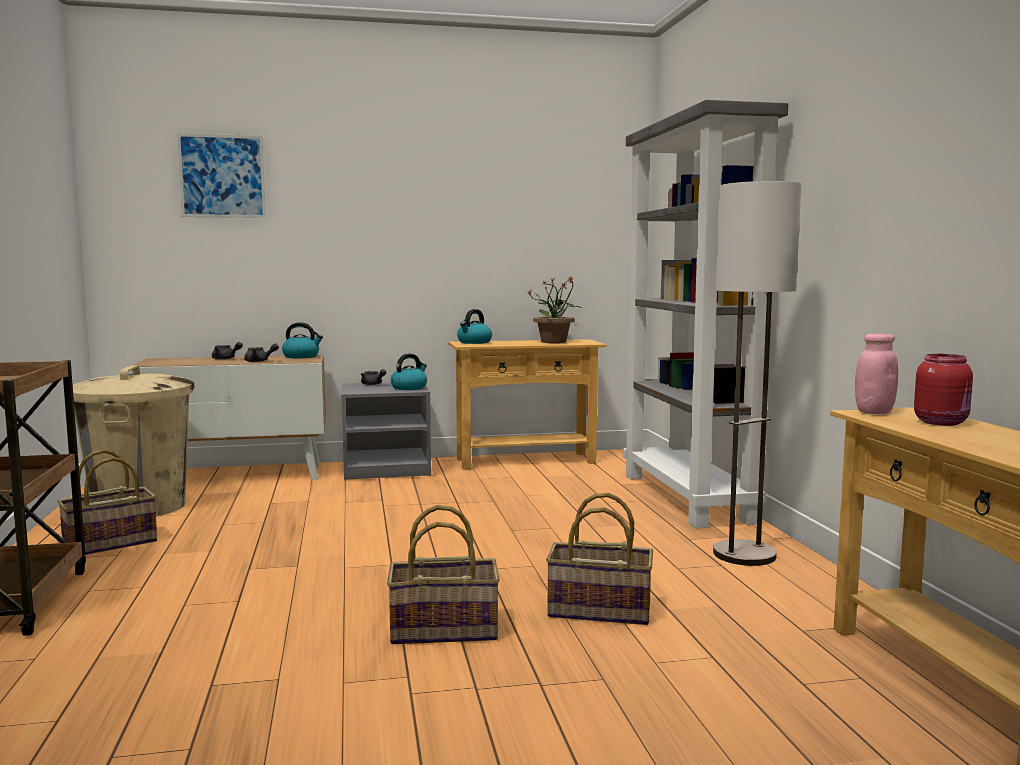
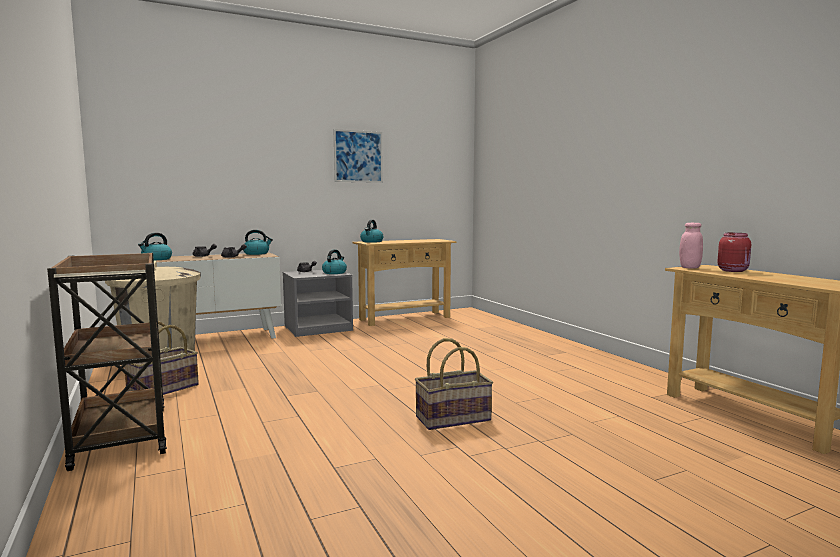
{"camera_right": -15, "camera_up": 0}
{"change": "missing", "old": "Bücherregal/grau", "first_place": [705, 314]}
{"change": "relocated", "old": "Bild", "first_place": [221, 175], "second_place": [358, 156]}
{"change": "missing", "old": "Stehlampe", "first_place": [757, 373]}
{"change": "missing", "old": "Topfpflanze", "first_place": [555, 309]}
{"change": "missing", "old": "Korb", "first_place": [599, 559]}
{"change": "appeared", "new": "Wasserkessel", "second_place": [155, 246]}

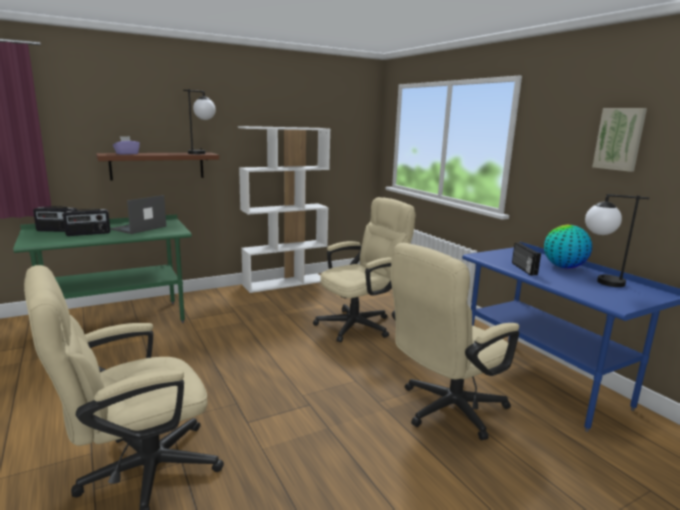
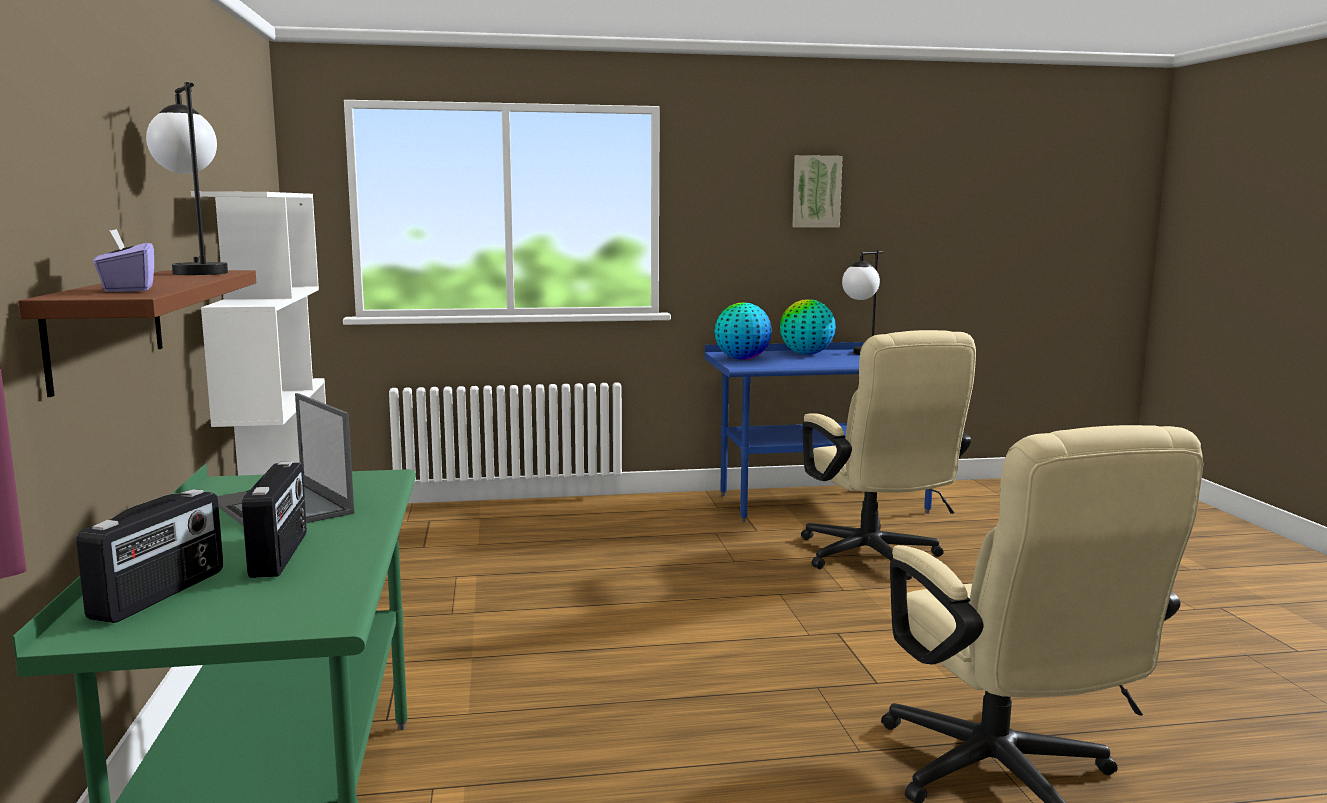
{"camera_right": -70, "camera_up": -5}
{"change": "missing", "old": "Bürostuhl/beige", "first_place": [364, 270]}
{"change": "missing", "old": "Radio", "first_place": [526, 259]}
{"change": "appeared", "new": "Globus", "second_place": [743, 331]}

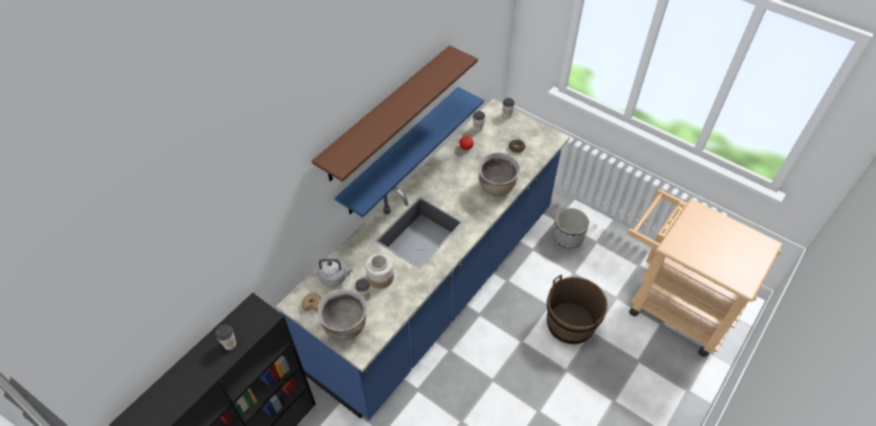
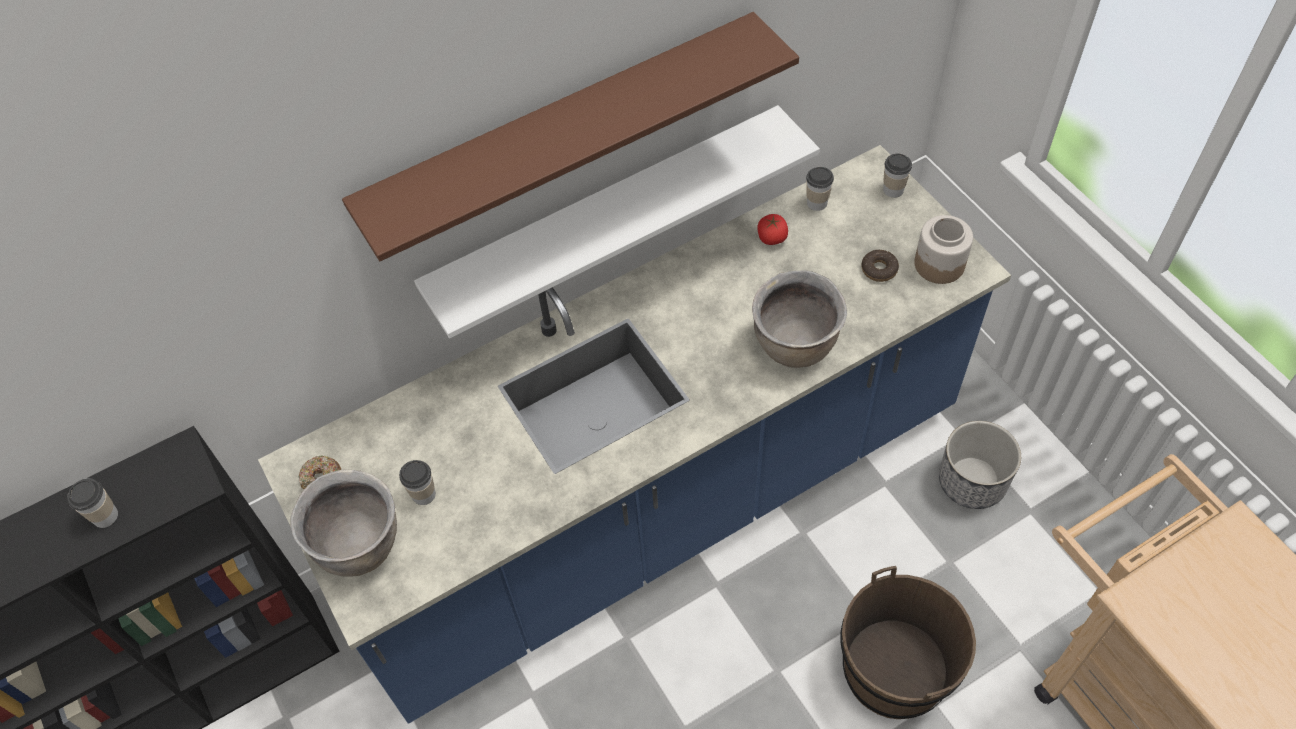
{"camera_right": 25, "camera_up": 5}
{"change": "colour", "old": "Wandregal/blau", "new": "Wandregal/weiß", "first_place": [409, 152], "second_place": [617, 221]}
{"change": "relocated", "old": "Vorratsglas", "first_place": [380, 271], "second_place": [944, 249]}
{"change": "missing", "old": "Wasserkessel/grau", "first_place": [335, 272]}

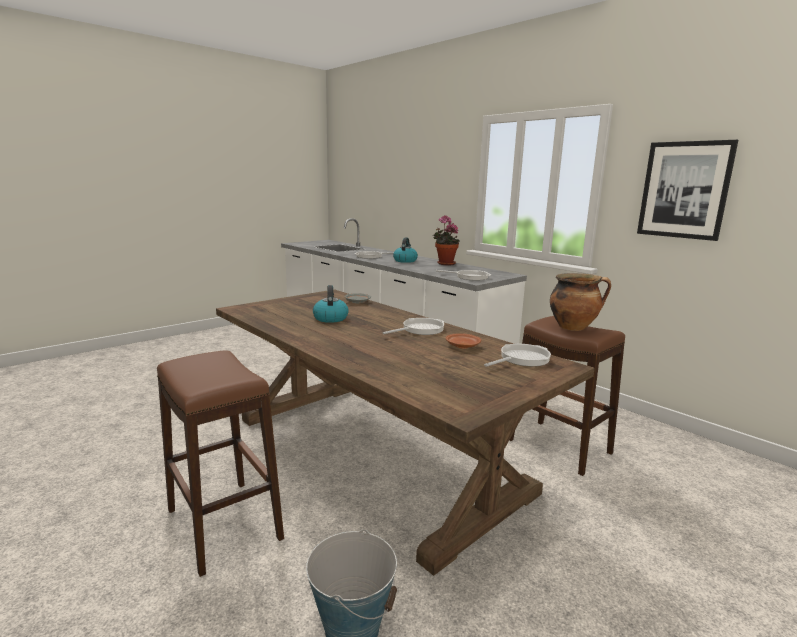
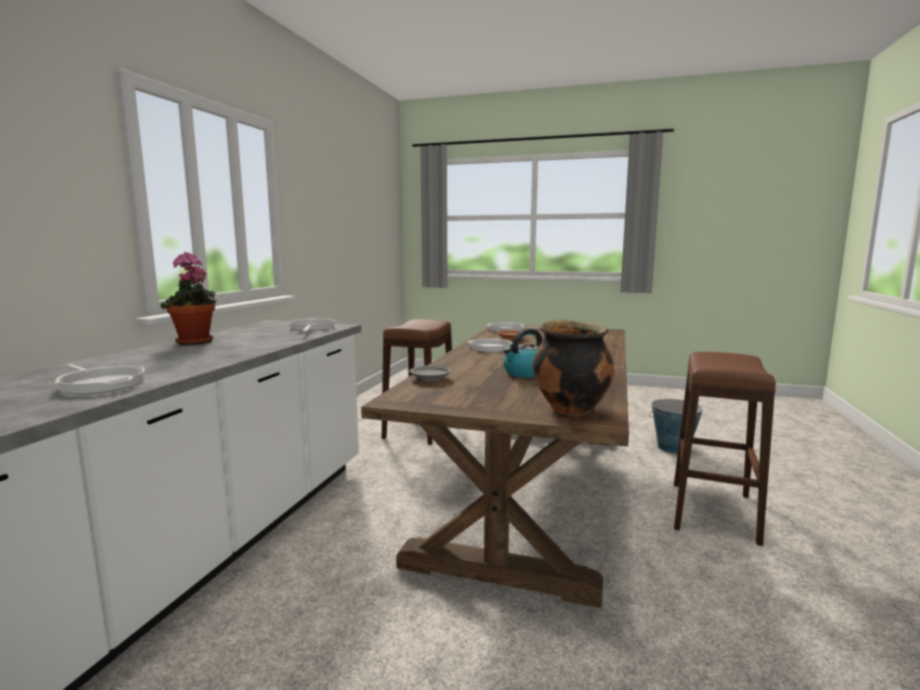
{"camera_right": -120, "camera_up": -5}
{"change": "missing", "old": "Bild", "first_place": [687, 190]}
{"change": "missing", "old": "Wasserkessel", "first_place": [405, 250]}
{"change": "relocated", "old": "Kochtopf", "first_place": [580, 302], "second_place": [573, 367]}

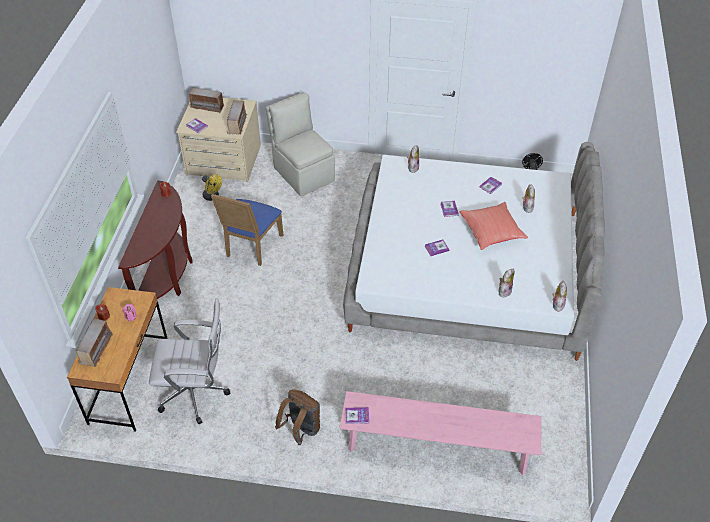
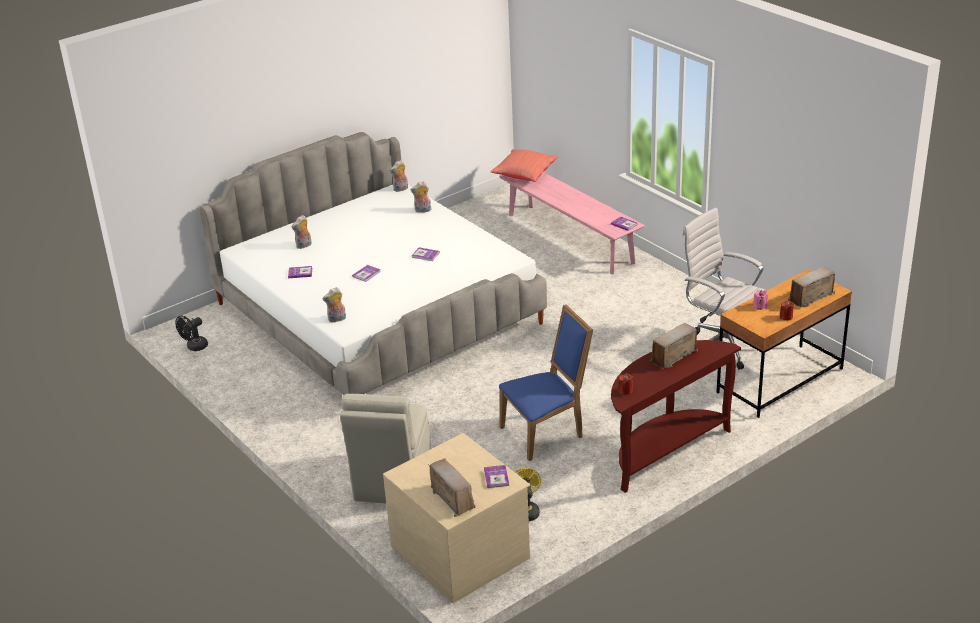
{"camera_right": -135, "camera_up": -15}
{"change": "relocated", "old": "Radio", "first_place": [237, 117], "second_place": [674, 346]}
{"change": "relocated", "old": "Kissen/rot", "first_place": [494, 226], "second_place": [524, 165]}
{"change": "missing", "old": "Rucksack/braun", "first_place": [297, 417]}

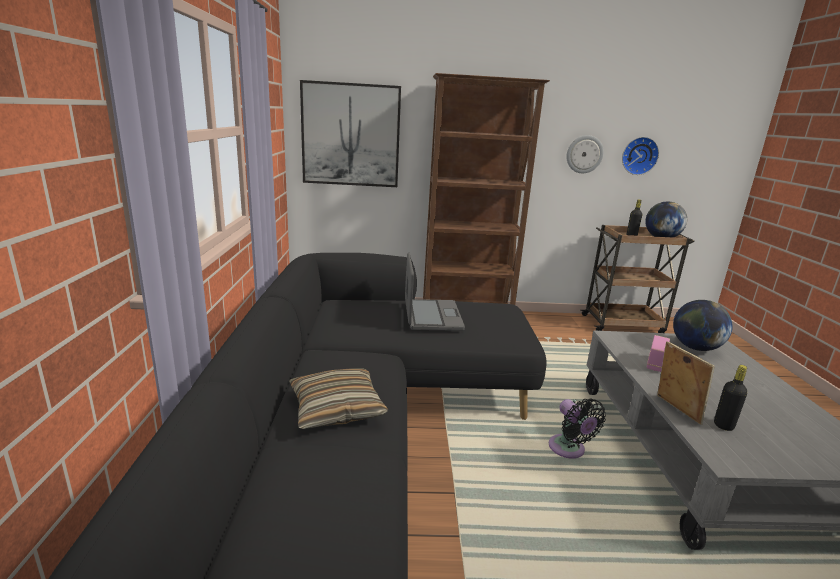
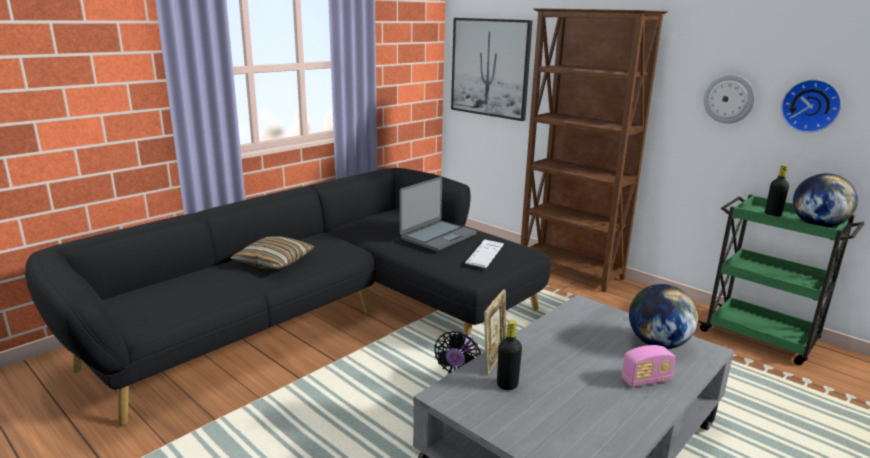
{"camera_right": 45, "camera_up": 0}
{"change": "colour", "old": "Rollwagen/braun", "new": "Rollwagen/grün", "first_place": [637, 279], "second_place": [781, 280]}
{"change": "relocated", "old": "Radio", "first_place": [658, 353], "second_place": [648, 366]}
{"change": "appeared", "new": "Tastatur", "second_place": [484, 253]}

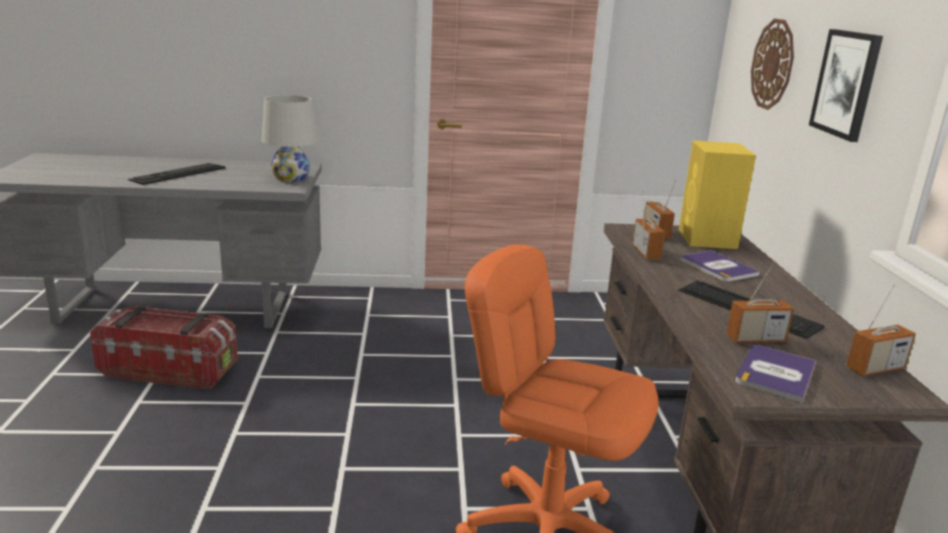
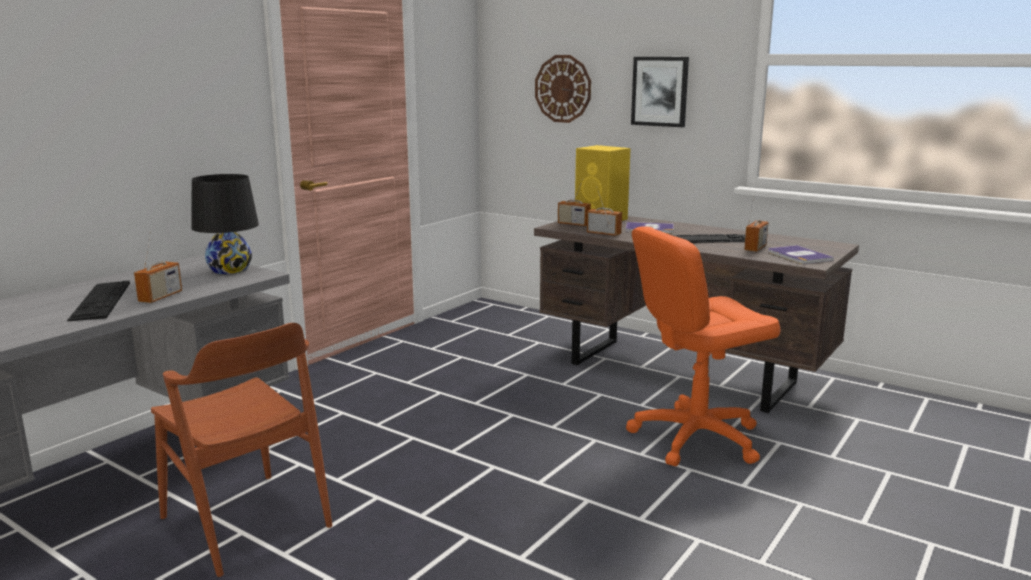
{"camera_right": -50, "camera_up": -5}
{"change": "colour", "old": "Tischlampe/weiß", "new": "Tischlampe/schwarz", "first_place": [289, 138], "second_place": [225, 224]}
{"change": "relocated", "old": "Radio", "first_place": [881, 330], "second_place": [158, 267]}
{"change": "exchanged", "old": "Aufbewahrungsbox", "new": "Stuhl/braun", "first_place": [164, 348], "second_place": [241, 450]}

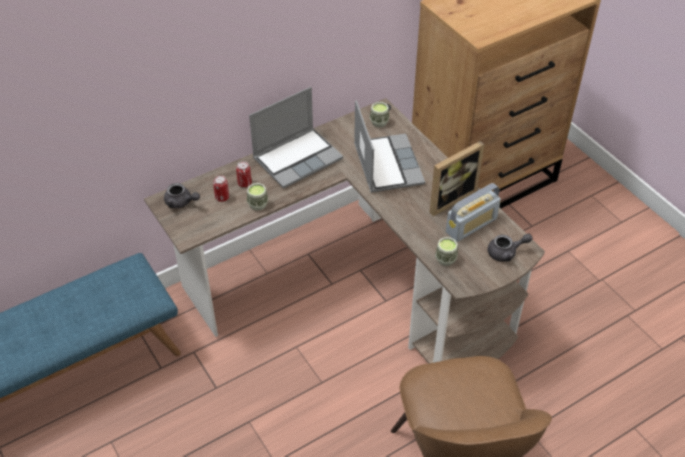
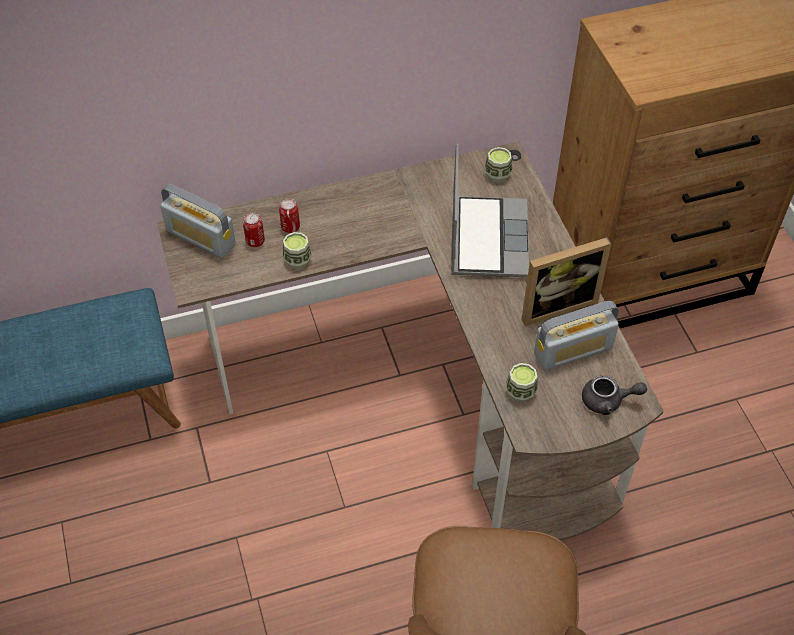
{"camera_right": 15, "camera_up": 5}
{"change": "missing", "old": "Laptop", "first_place": [296, 138]}
{"change": "exchanged", "old": "Teekanne/grau", "new": "Radio", "first_place": [182, 195], "second_place": [198, 221]}

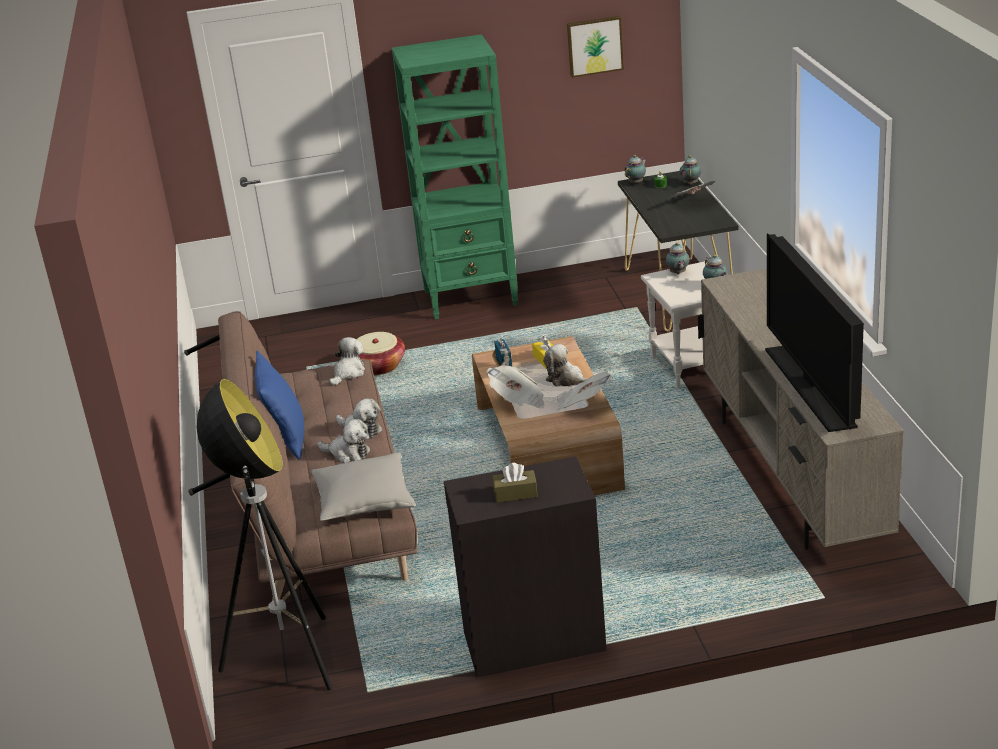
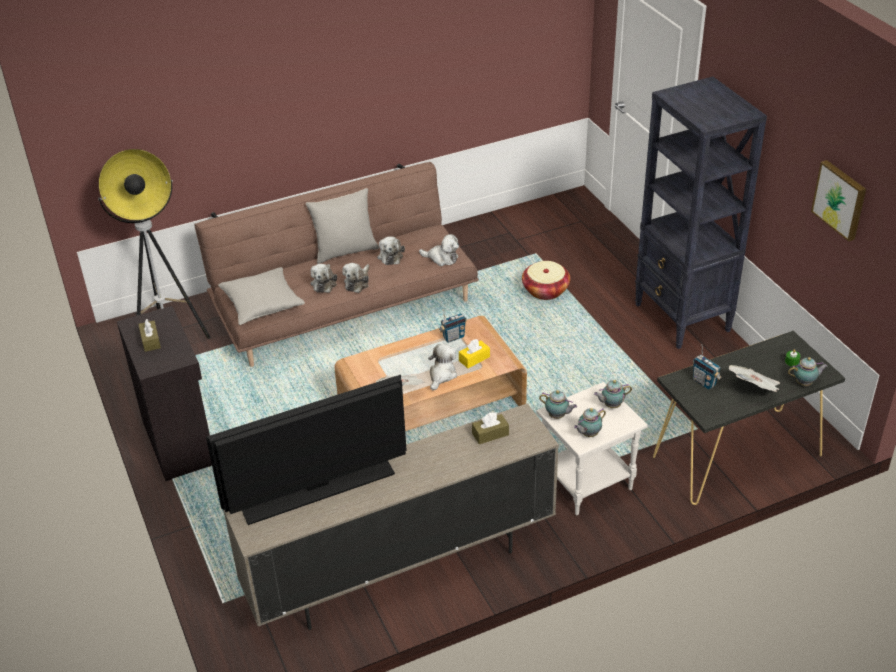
{"camera_right": 75, "camera_up": 10}
{"change": "colour", "old": "Bücherregal/grün", "new": "Bücherregal/schwarz", "first_place": [455, 176], "second_place": [701, 213]}
{"change": "relocated", "old": "Teekanne", "first_place": [635, 169], "second_place": [558, 404]}
{"change": "colour", "old": "Kissen/blau", "new": "Kissen/grau", "first_place": [279, 405], "second_place": [342, 226]}
{"change": "missing", "old": "Zeitung", "first_place": [515, 387]}
{"change": "appeared", "new": "Plüschtier", "second_place": [391, 250]}
{"change": "appeared", "new": "Radio", "second_place": [707, 367]}
{"change": "appeared", "new": "Taschentuchbox/braun", "second_place": [490, 428]}

